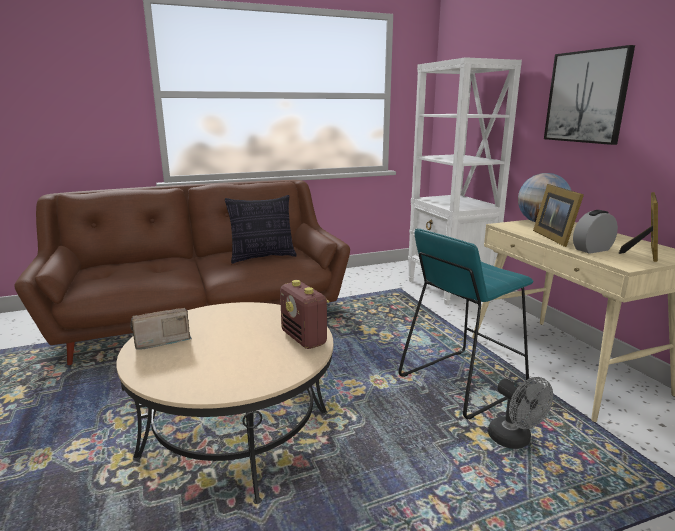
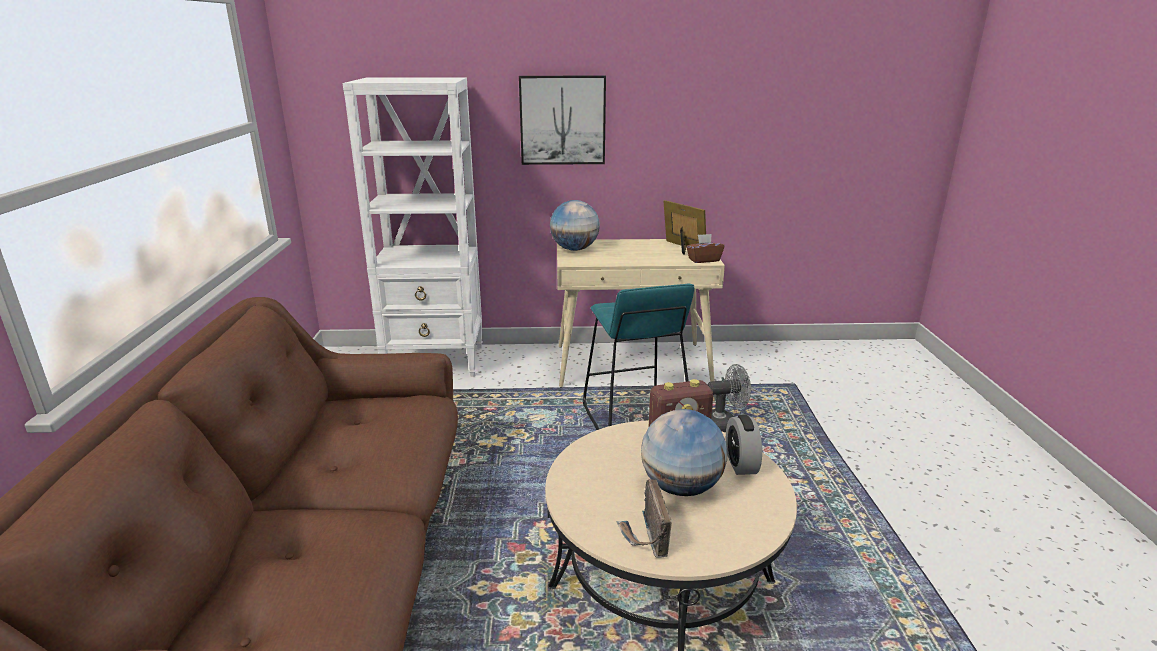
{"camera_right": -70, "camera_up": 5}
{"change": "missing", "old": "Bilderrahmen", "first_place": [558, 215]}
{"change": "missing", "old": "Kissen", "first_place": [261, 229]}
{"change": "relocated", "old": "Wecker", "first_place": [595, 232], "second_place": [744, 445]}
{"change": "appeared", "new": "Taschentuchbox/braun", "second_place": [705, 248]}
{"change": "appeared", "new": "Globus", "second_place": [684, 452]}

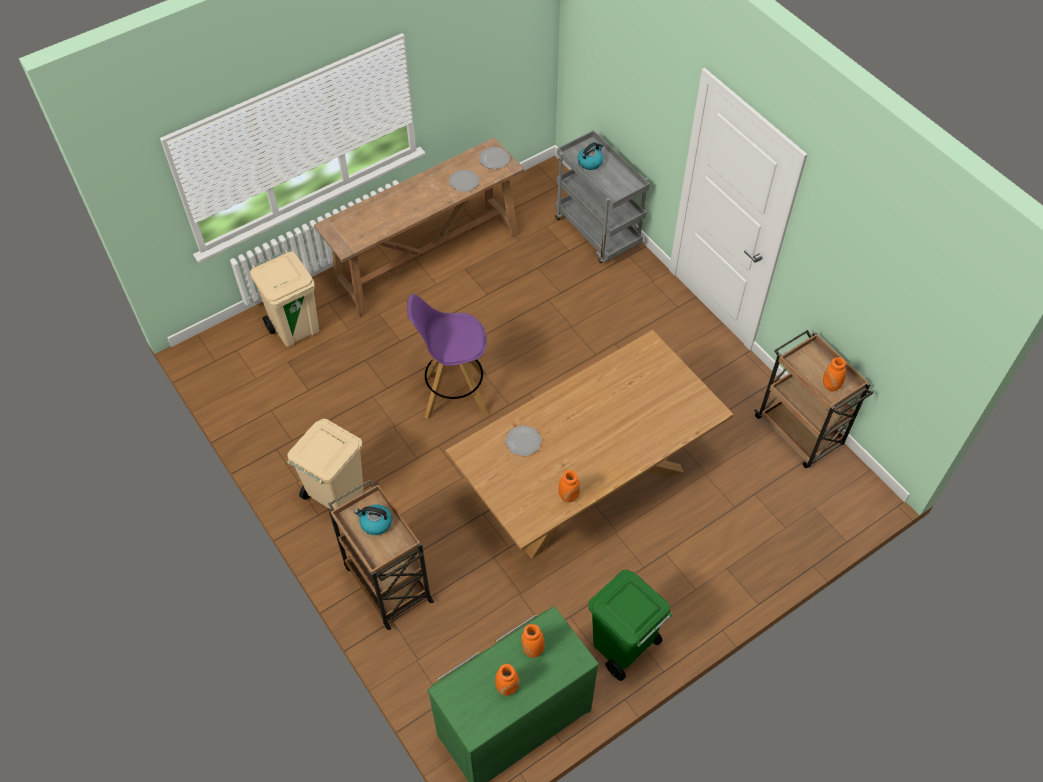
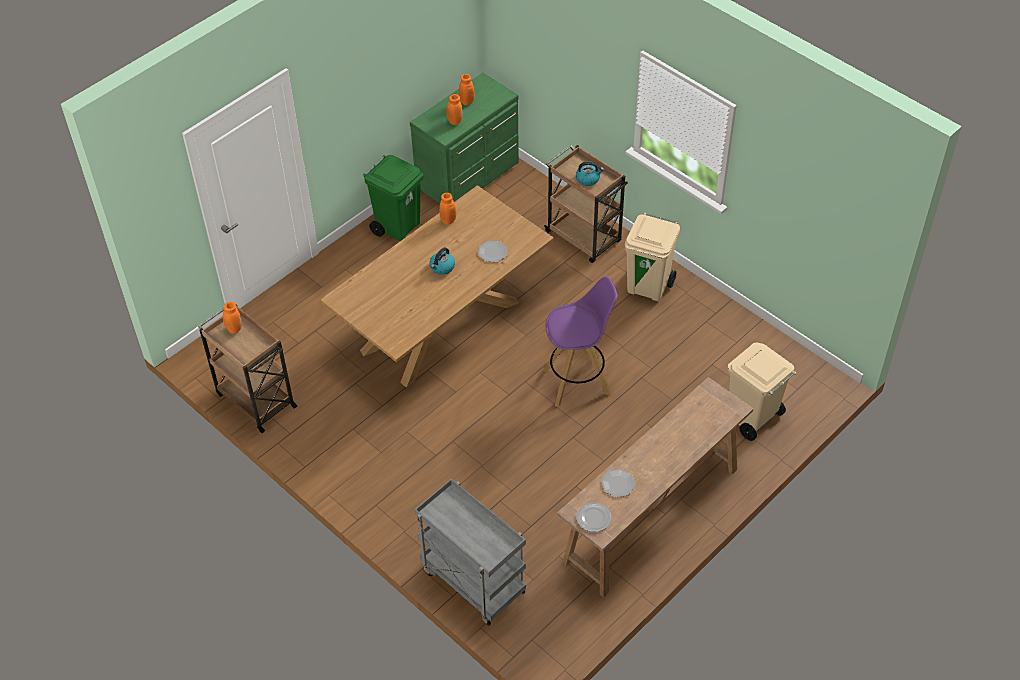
{"camera_right": 170, "camera_up": -5}
{"change": "relocated", "old": "Wasserkessel", "first_place": [590, 156], "second_place": [442, 261]}

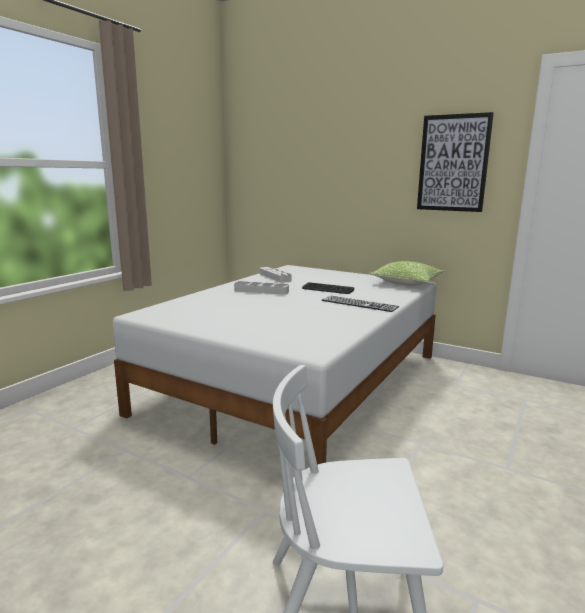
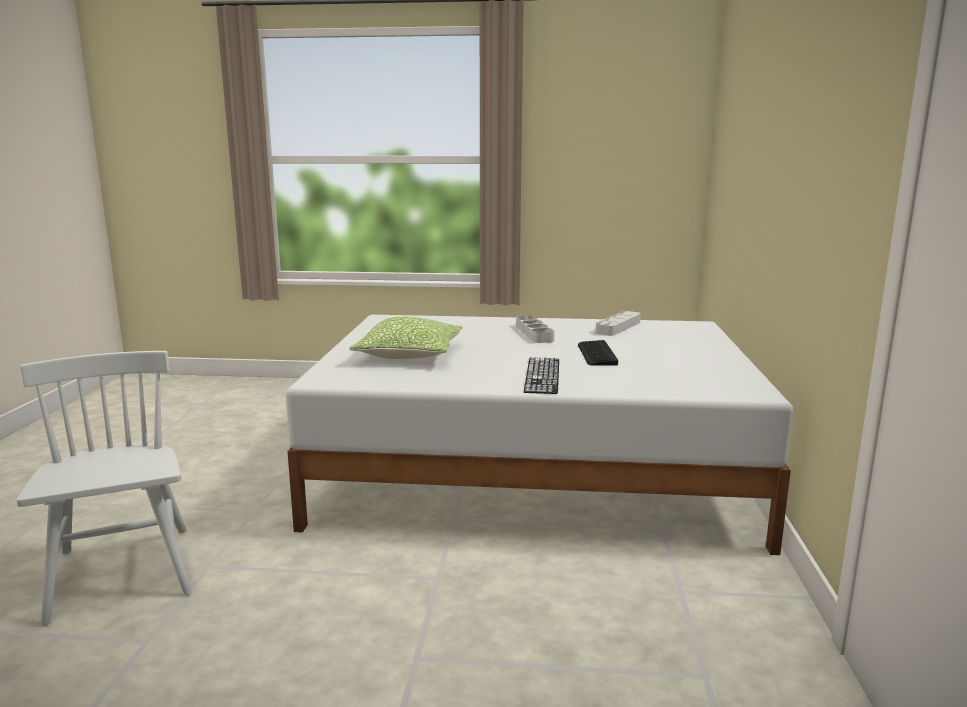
{"camera_right": 65, "camera_up": 0}
{"change": "missing", "old": "Bild", "first_place": [455, 162]}
{"change": "relocated", "old": "Kissen", "first_place": [406, 273], "second_place": [406, 338]}

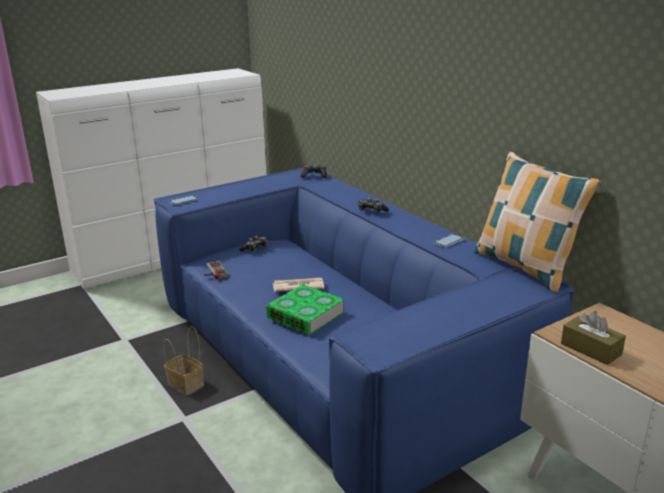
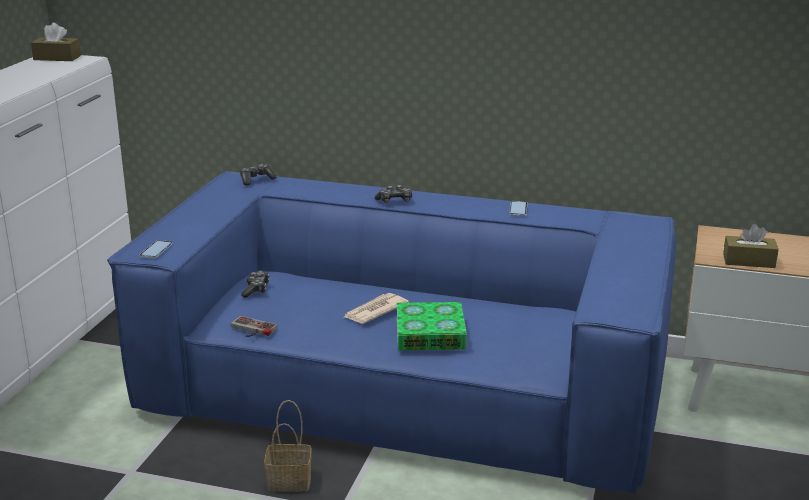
{"camera_right": -40, "camera_up": 0}
{"change": "missing", "old": "Kissen", "first_place": [537, 222]}
{"change": "appeared", "new": "Taschentuchbox/braun", "second_place": [56, 42]}

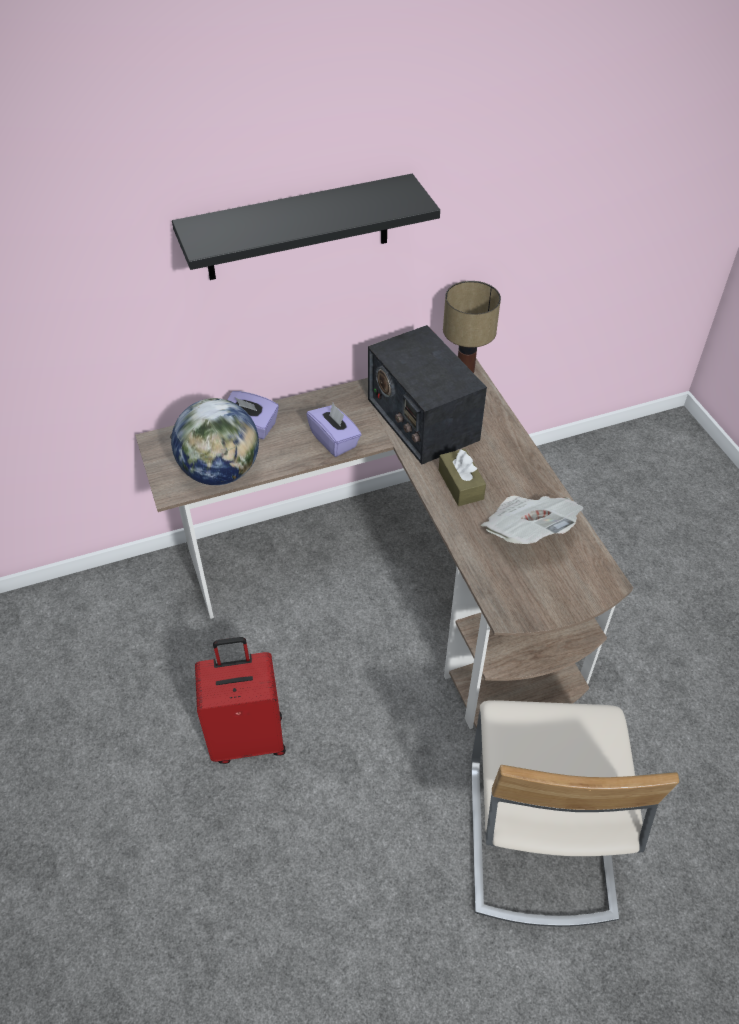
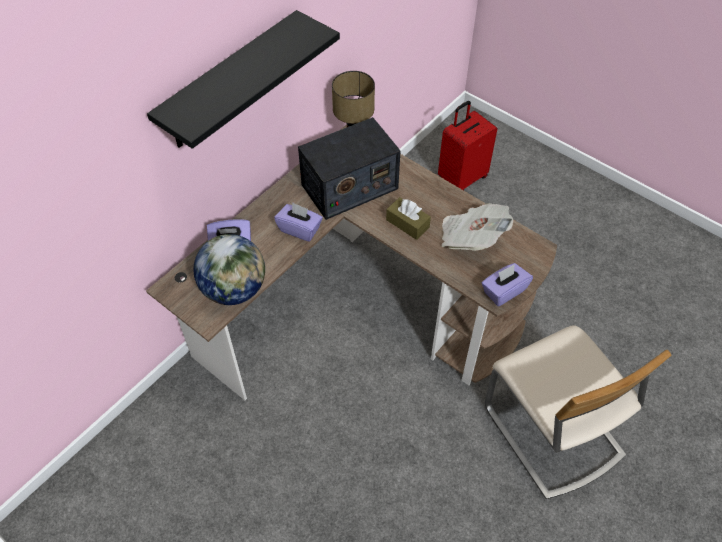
{"camera_right": -30, "camera_up": 5}
{"change": "spun", "old": "Radio", "first_place": [427, 394], "second_place": [349, 168], "degrees": -60}
{"change": "relocated", "old": "Koffer/rot", "first_place": [240, 700], "second_place": [467, 145]}
{"change": "appeared", "new": "Taschentuchbox/lila", "second_place": [507, 284]}

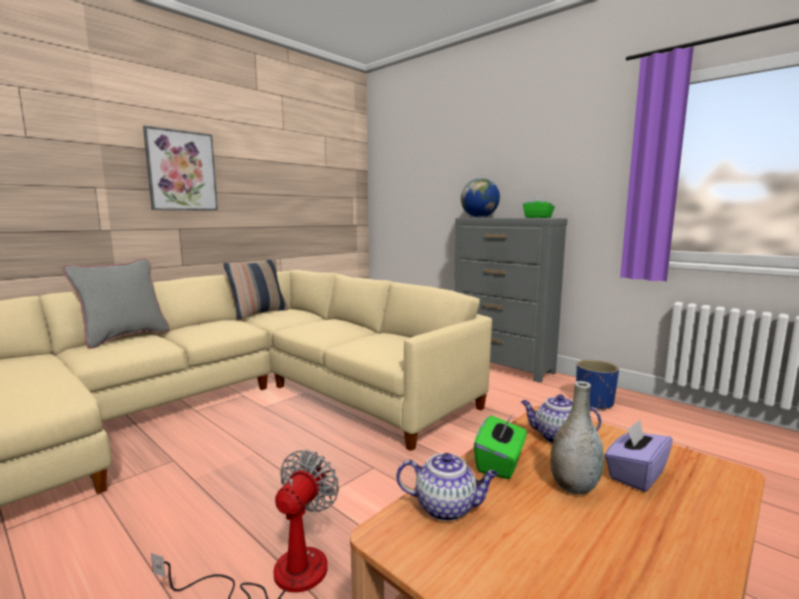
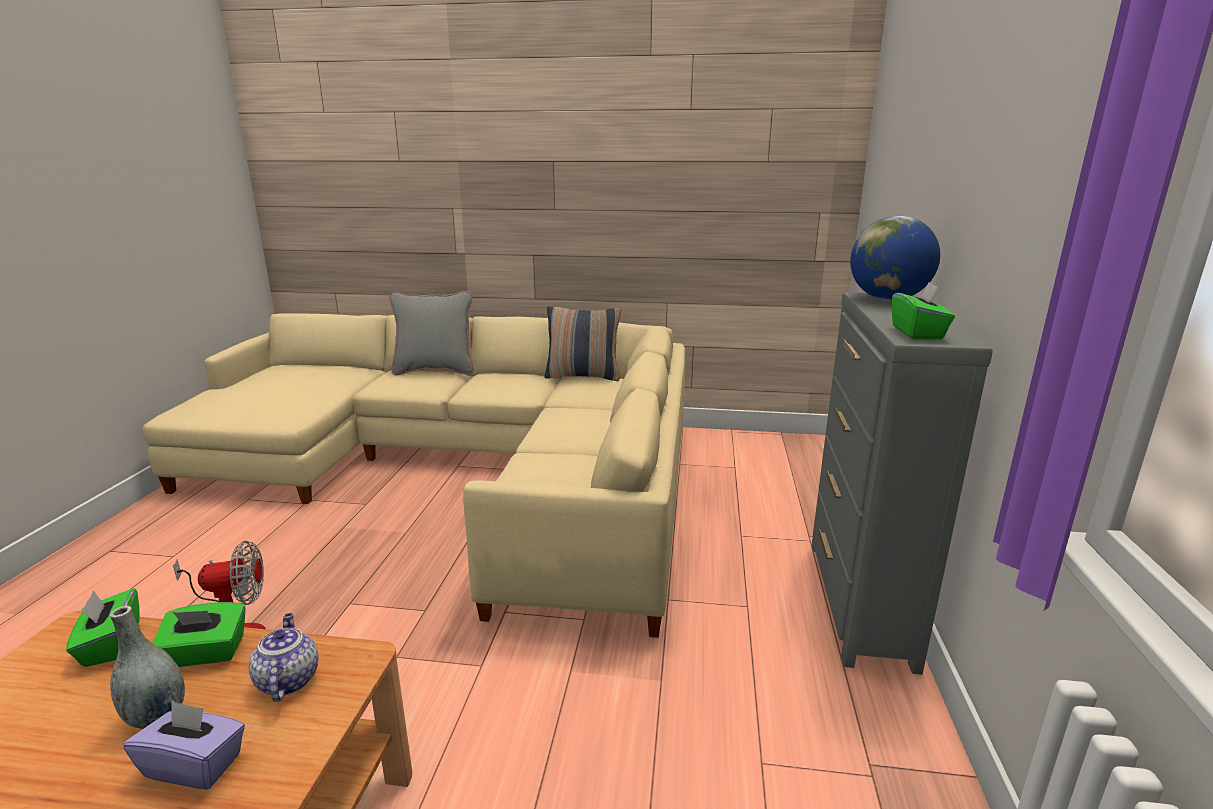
{"camera_right": 55, "camera_up": 10}
{"change": "missing", "old": "Bild", "first_place": [180, 168]}
{"change": "missing", "old": "Pflanzkübel/blau", "first_place": [597, 385]}
{"change": "exchanged", "old": "Teekanne", "new": "Taschentuchbox/grün", "first_place": [447, 487], "second_place": [103, 627]}

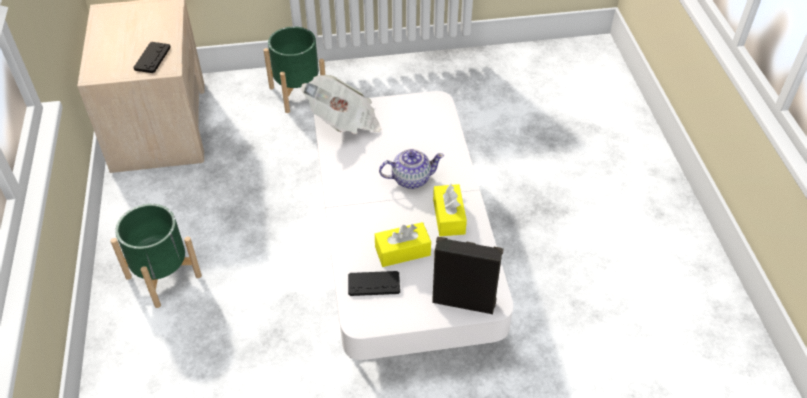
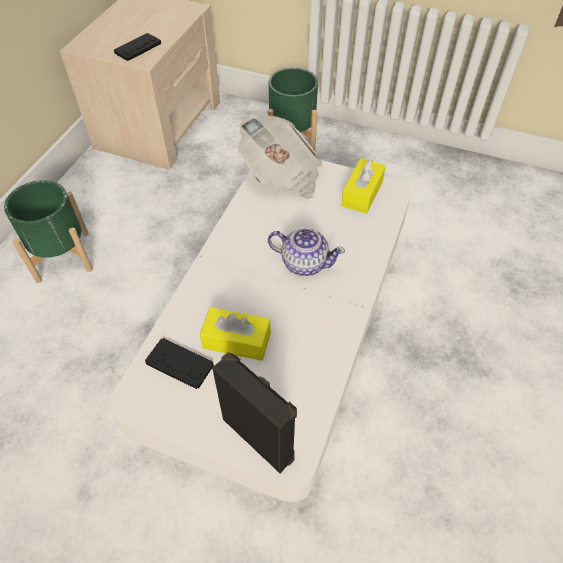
{"camera_right": 30, "camera_up": 5}
{"change": "relocated", "old": "Taschentuchbox/gelb", "first_place": [450, 210], "second_place": [363, 185]}

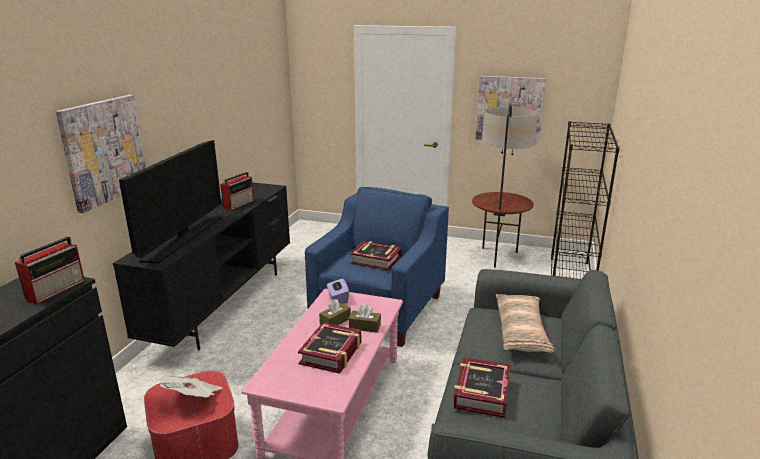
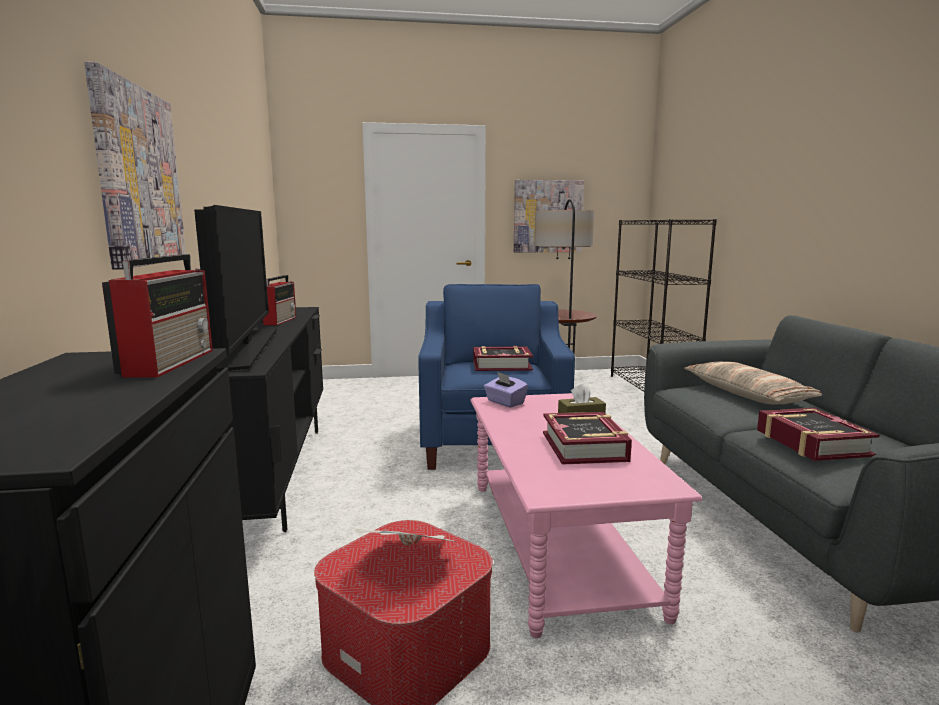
{"camera_right": -25, "camera_up": -10}
{"change": "missing", "old": "Taschentuchbox/braun", "first_place": [335, 312]}

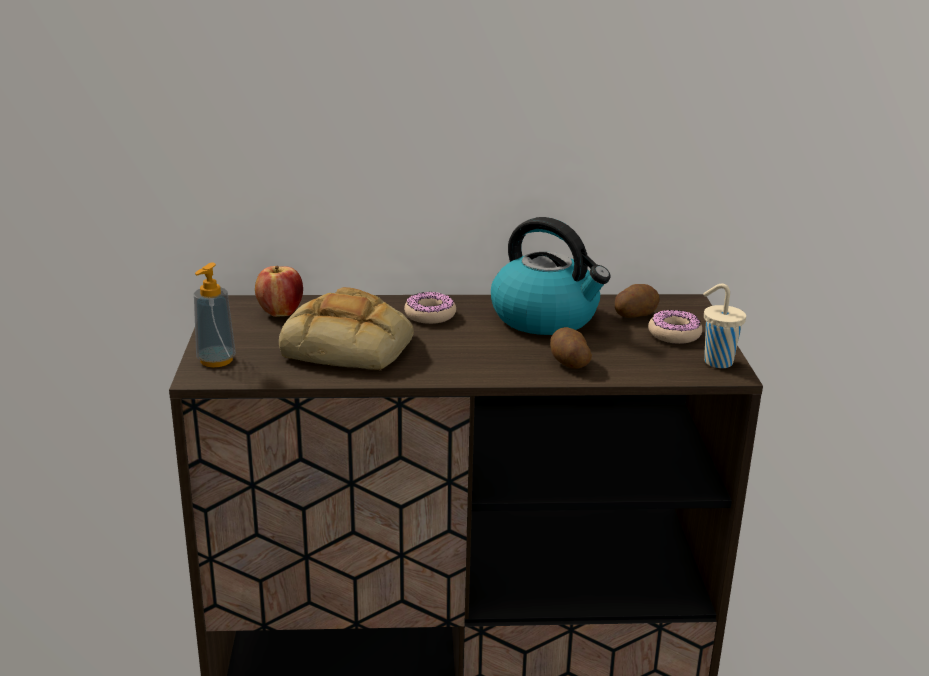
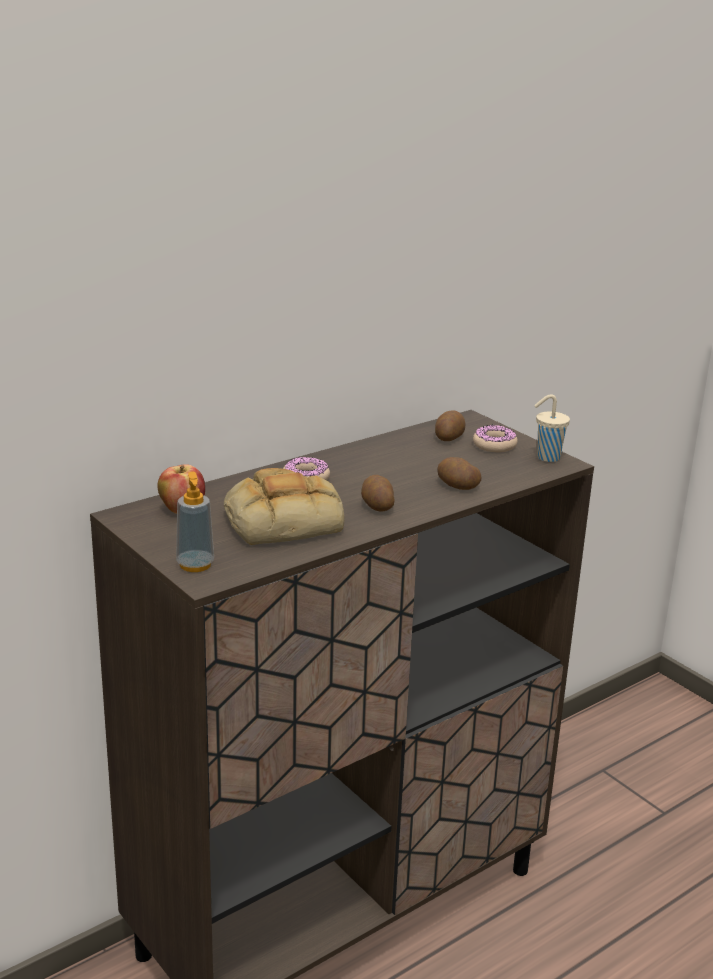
{"camera_right": -35, "camera_up": 0}
{"change": "missing", "old": "Wasserkessel", "first_place": [551, 276]}
{"change": "appeared", "new": "Kartoffel", "second_place": [378, 493]}

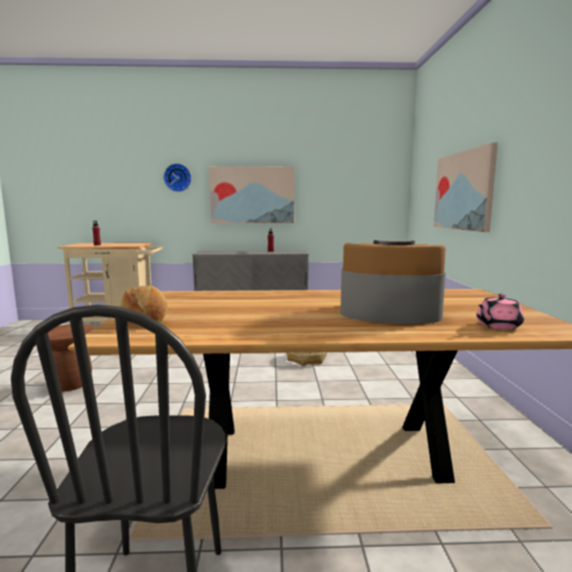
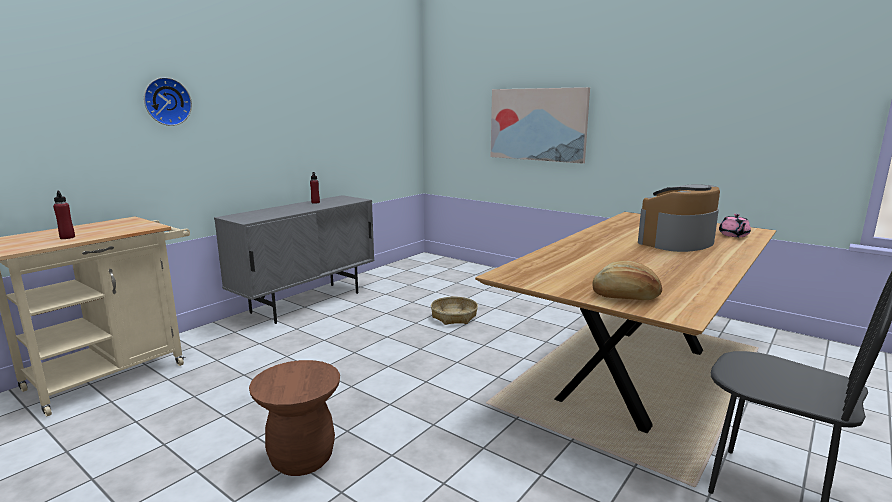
{"camera_right": -50, "camera_up": 5}
{"change": "missing", "old": "Bild", "first_place": [251, 194]}

